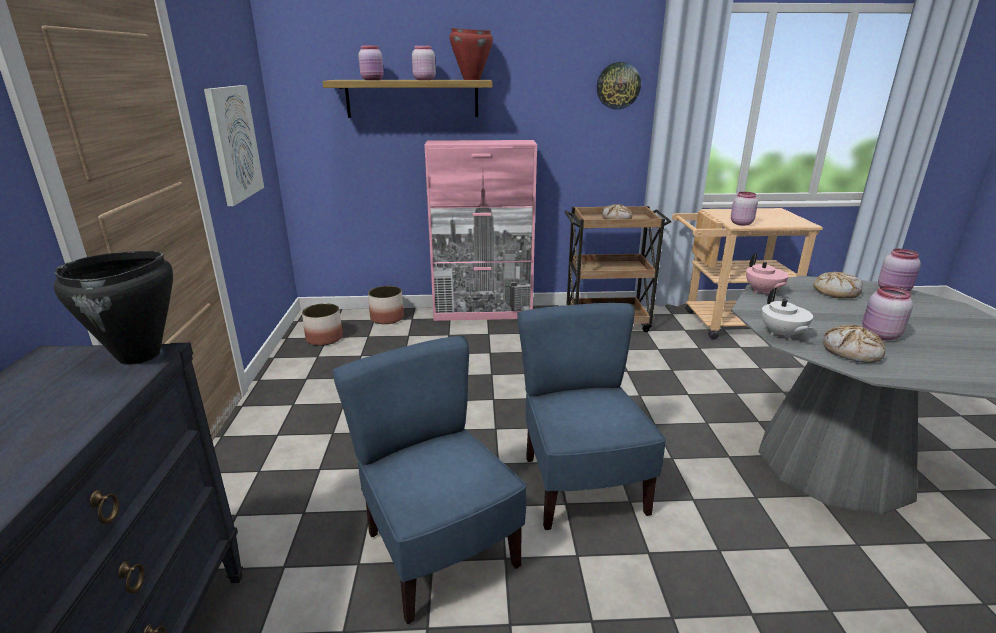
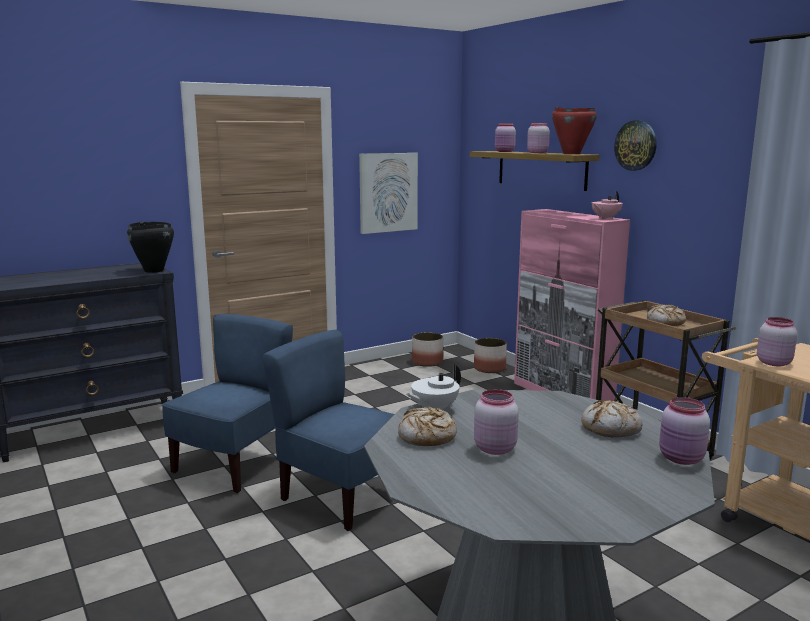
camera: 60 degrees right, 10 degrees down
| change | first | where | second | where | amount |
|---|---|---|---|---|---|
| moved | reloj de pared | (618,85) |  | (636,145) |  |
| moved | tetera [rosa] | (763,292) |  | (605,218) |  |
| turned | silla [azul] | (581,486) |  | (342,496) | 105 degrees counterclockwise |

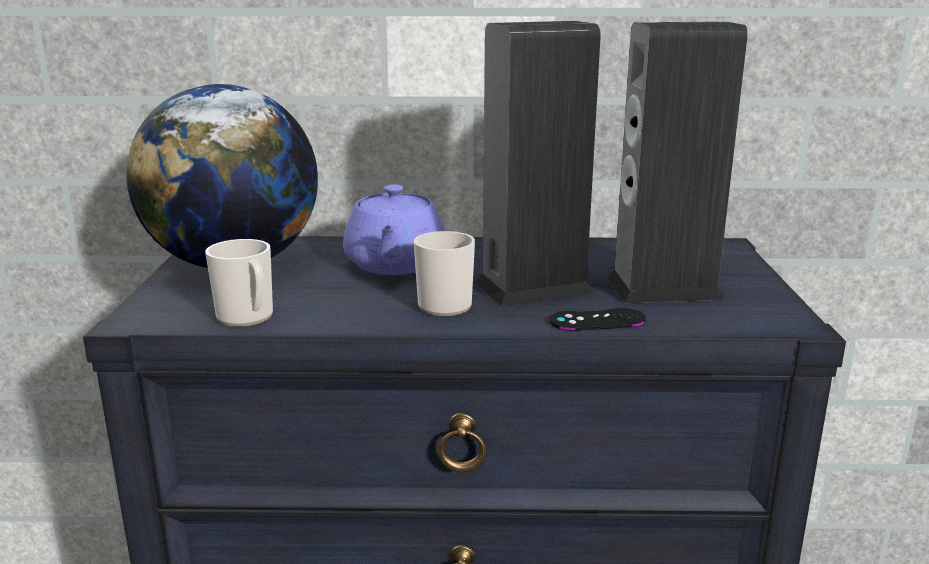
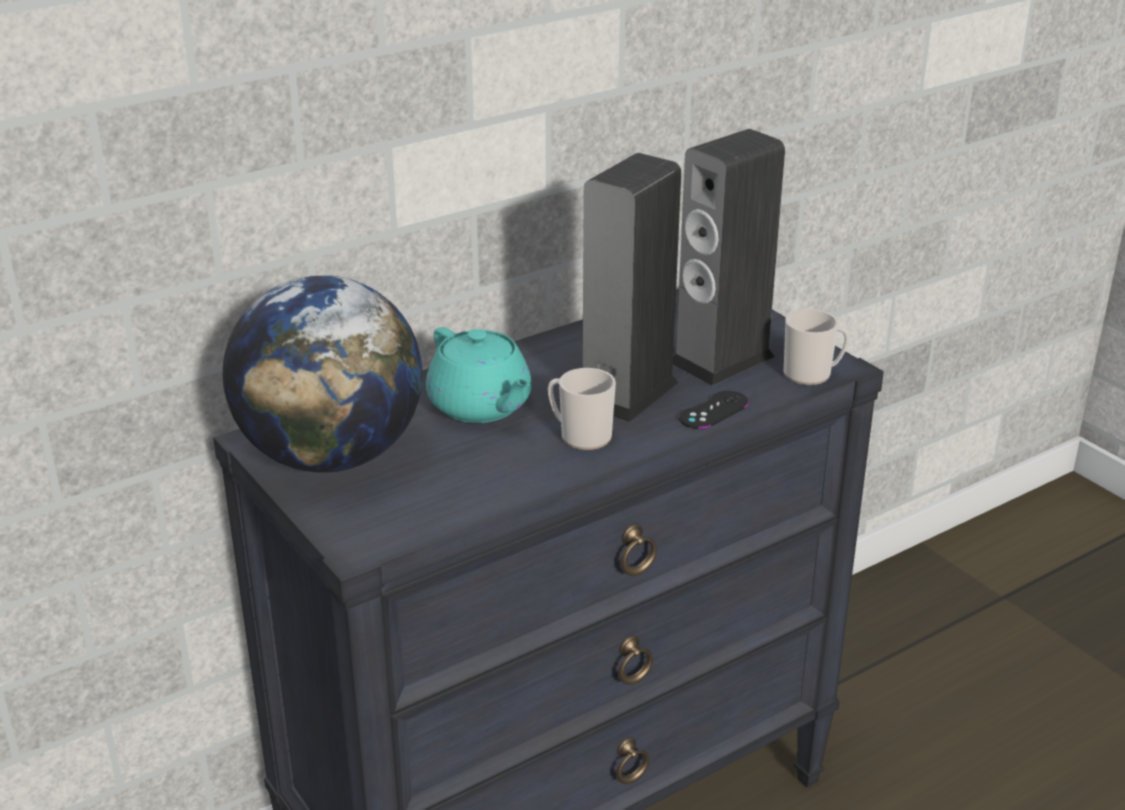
camera: 35 degrees left, 10 degrees up
| change | first | where | second | where | amount |
|---|---|---|---|---|---|
| moved | taza grande | (248,318) |  | (812,374) |  |
| recoloured | tetera [morado] | (395,265) | tetera [turquesa] | (481,406) |  |

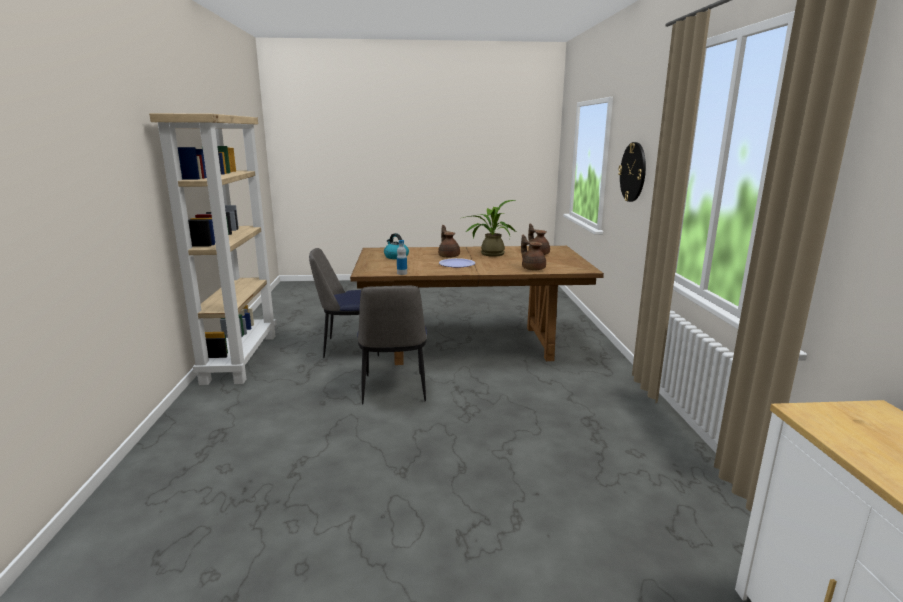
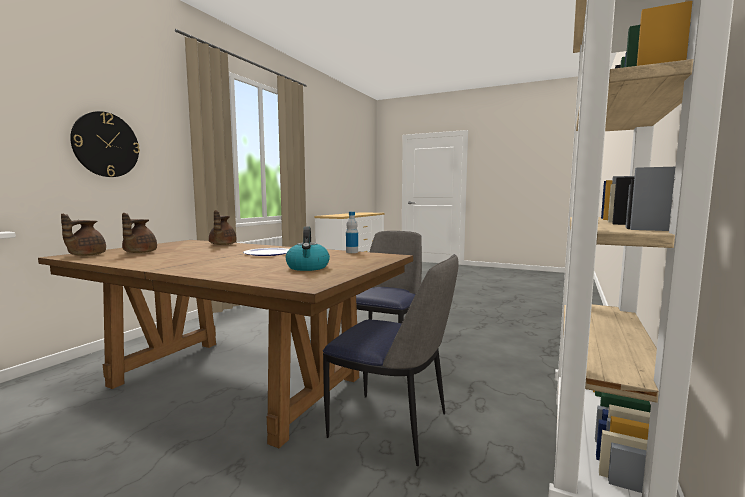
camera: 150 degrees left, 10 degrees down
| change | first | where | second | where | amount |
|---|---|---|---|---|---|
| removed | planta en maceta | (489,254) |  |  |  |
| moved | tetera [marrón] | (448,256) |  | (85,255) |  |

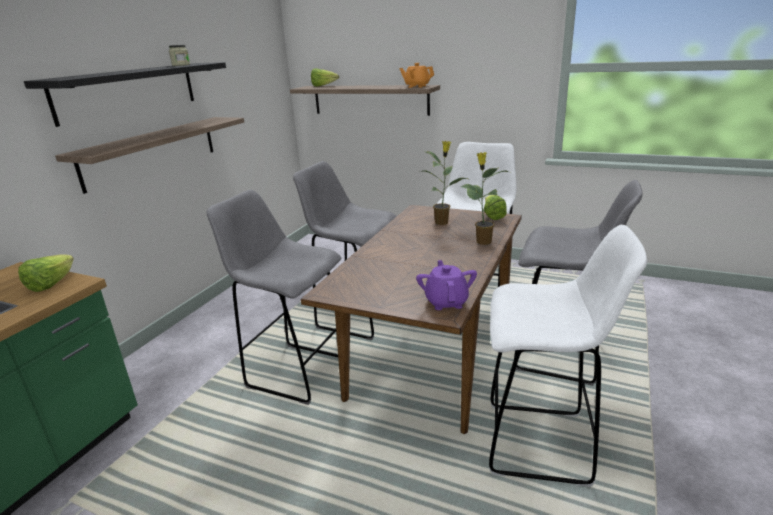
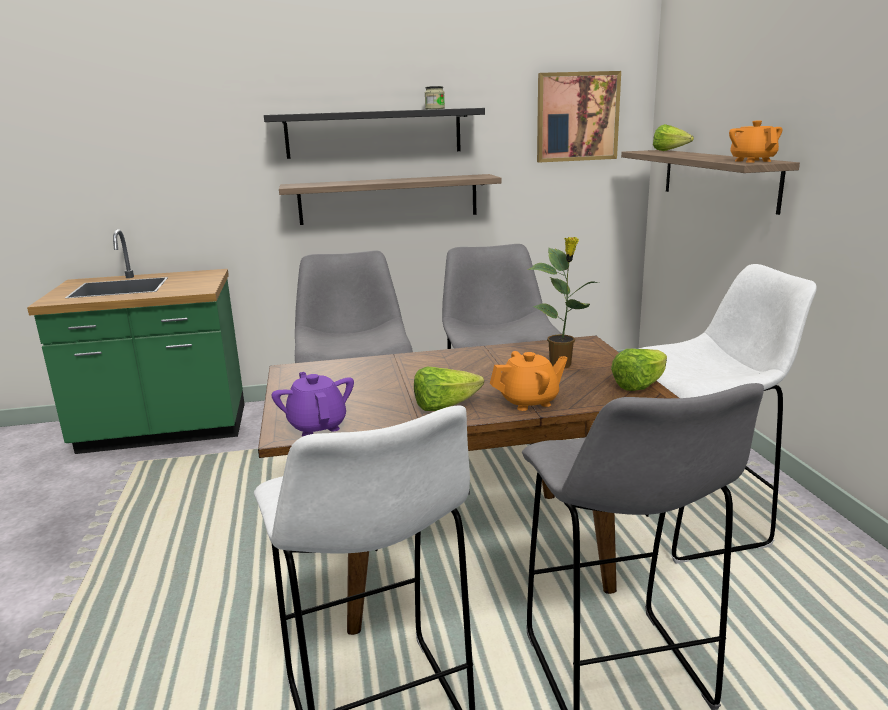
camera: 55 degrees right, 5 degrees down
| change | first | where | second | where | amount |
|---|---|---|---|---|---|
| added |  |  | cuadro | (577,117) |  |
| moved | lechuga | (51,284) |  | (444,406) |  |
| replaced | planta en maceta | (482,241) | tetera [naranja] | (529,401) |  |
| turned | tetera [morado] | (446,302) |  | (317,426) | 75 degrees counterclockwise |

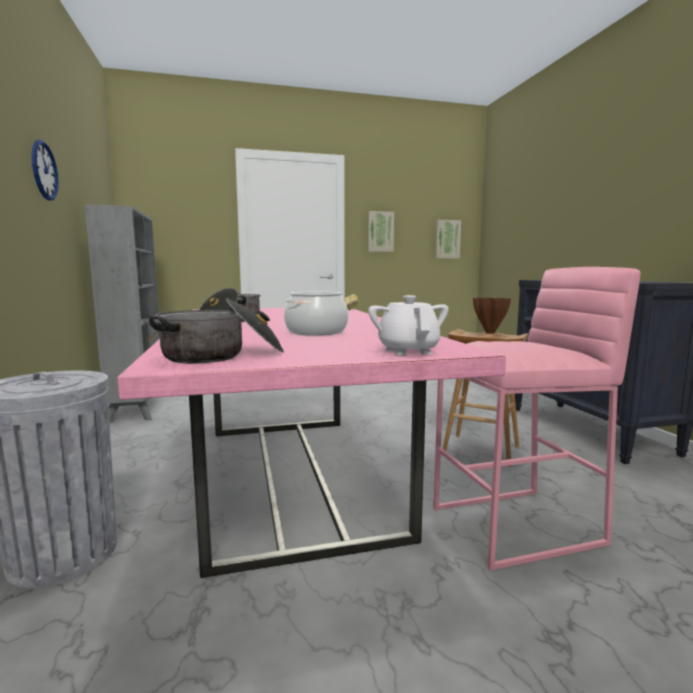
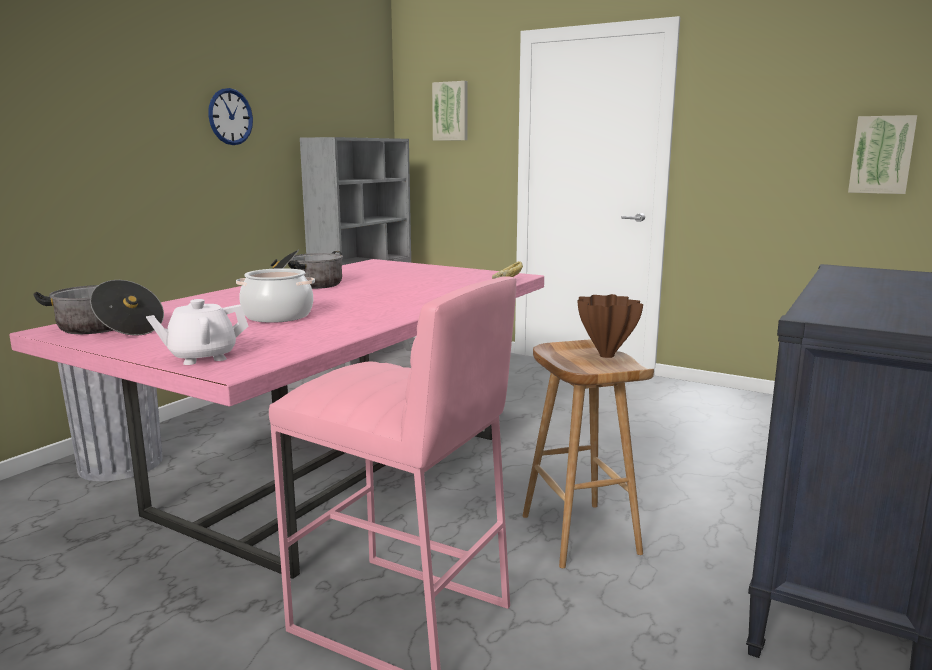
camera: 45 degrees right, 5 degrees up
| change | first | where | second | where | amount |
|---|---|---|---|---|---|
| moved | cuadro | (380,231) |  | (451,111) |  |
| turned | tetera [blanco] | (408,351) |  | (202,357) | 150 degrees counterclockwise |

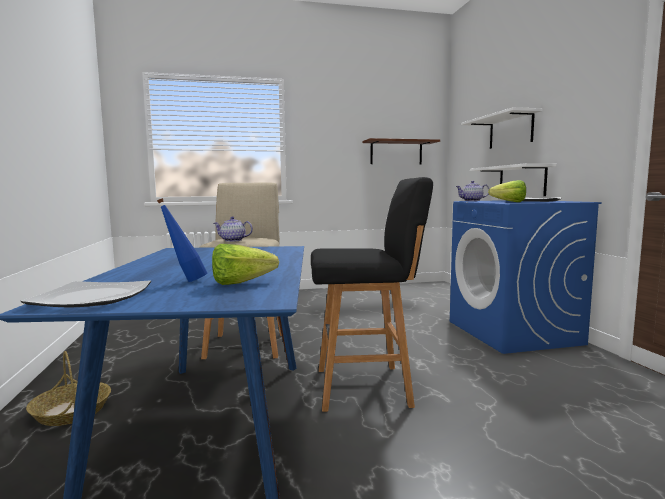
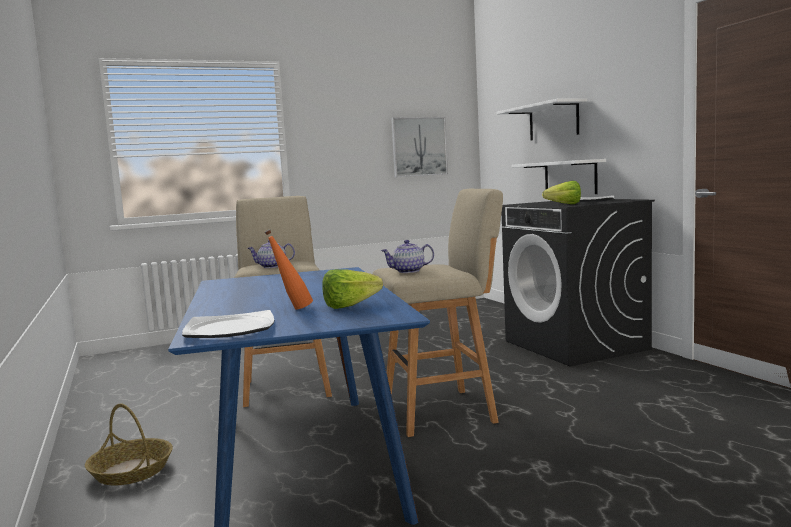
camera: 10 degrees left, 0 degrees up
| change | first | where | second | where | amount |
|---|---|---|---|---|---|
| moved | tetera | (472,201) |  | (408,271) |  |
| replaced | estante [marrón] | (396,153) | cuadro | (419,146) |  |
| recoloured | botella [azul] | (185,281) | botella [naranja] | (292,309) |  |
| recoloured | taburete [negro] | (366,387) | taburete [beis] | (442,411) |  |
| recoloured | lavadora [azul] | (514,332) | lavadora [negro] | (576,345) |  |

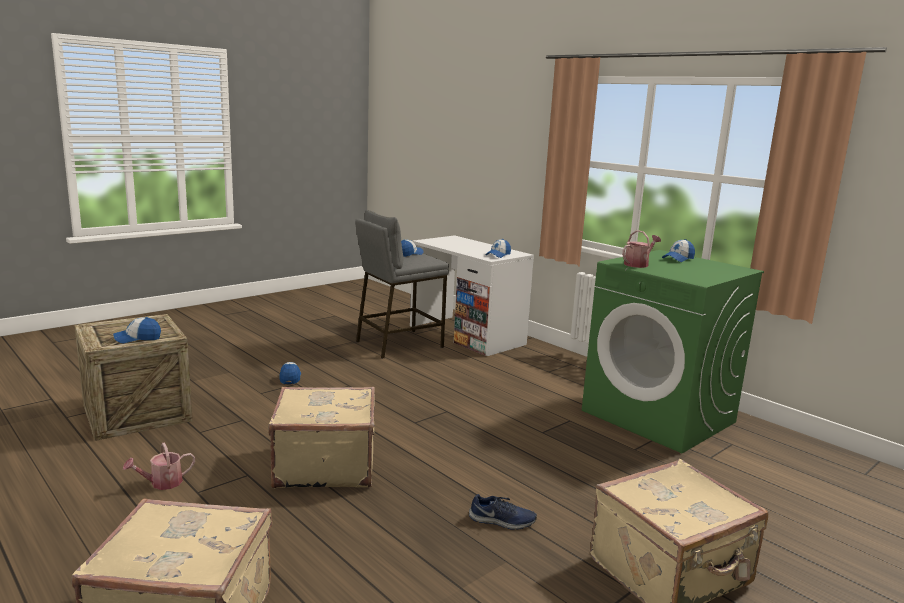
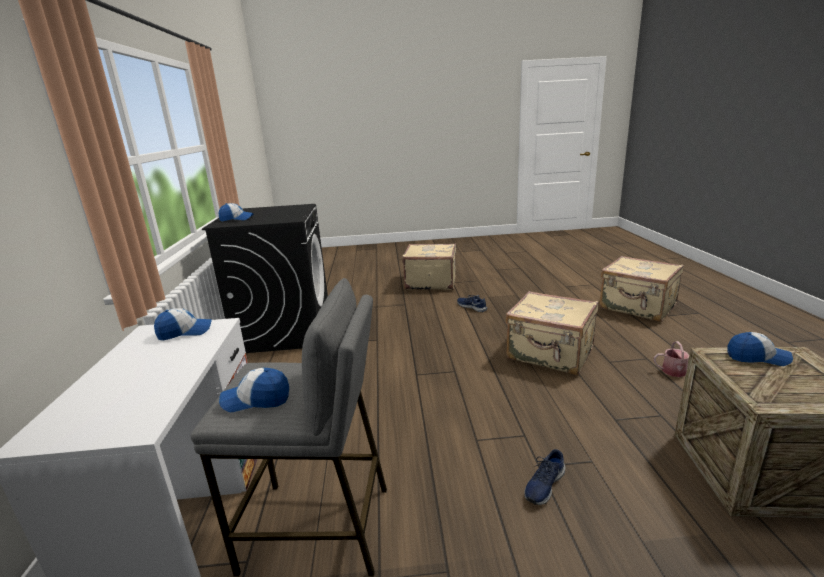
camera: 140 degrees left, 5 degrees up
| change | first | where | second | where | amount |
|---|---|---|---|---|---|
| removed | regadera | (638,264) |  |  |  |
| replaced | gorra | (290,377) | zapato [azul] | (544,485) |  |
| recoloured | lavadora [verde] | (659,416) | lavadora [negro] | (285,330) |  |

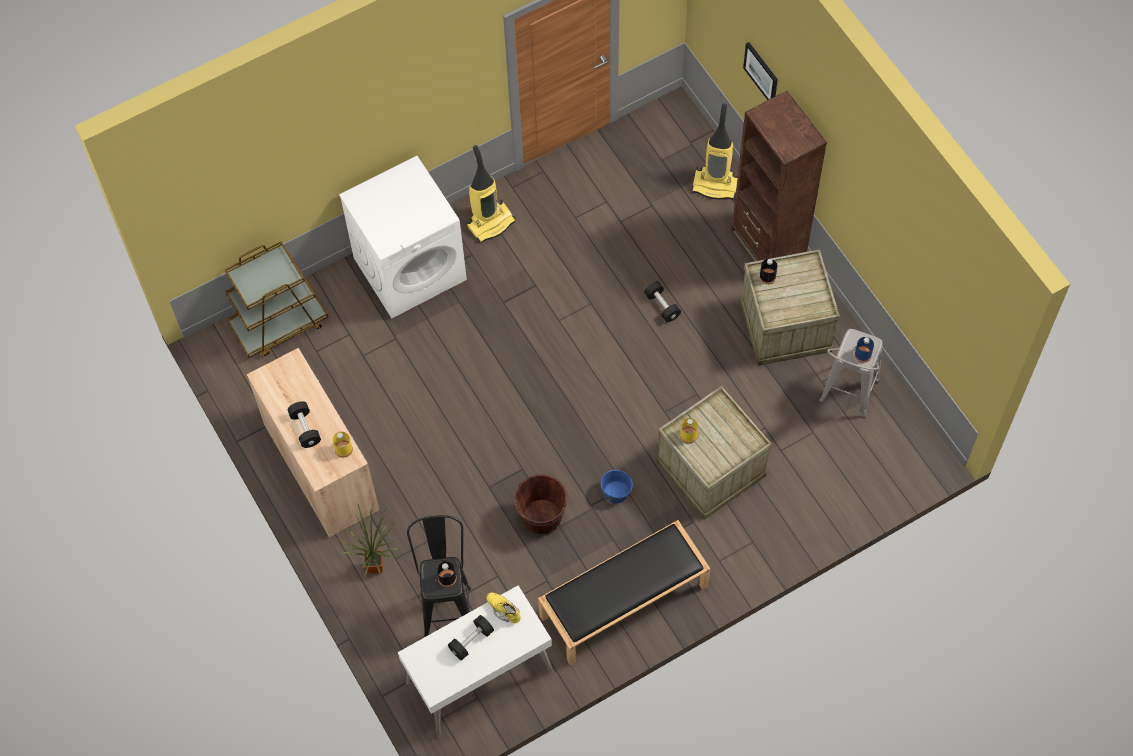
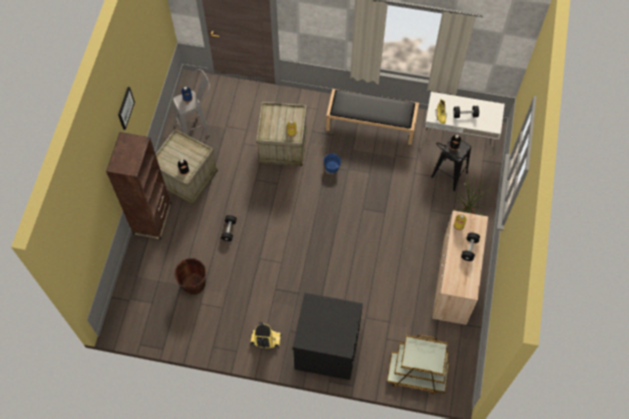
camera: 140 degrees left, 0 degrees up
| change | first | where | second | where | amount |
|---|---|---|---|---|---|
| removed | aspiradora | (715,184) |  |  |  |
| moved | cubo [marrón] | (542,518) |  | (194,284) |  |
| moved | cuadro | (761,72) |  | (125,108) |  |
| recoloured | lavadora [blanco] | (410,268) | lavadora [negro] | (326,349) |  |

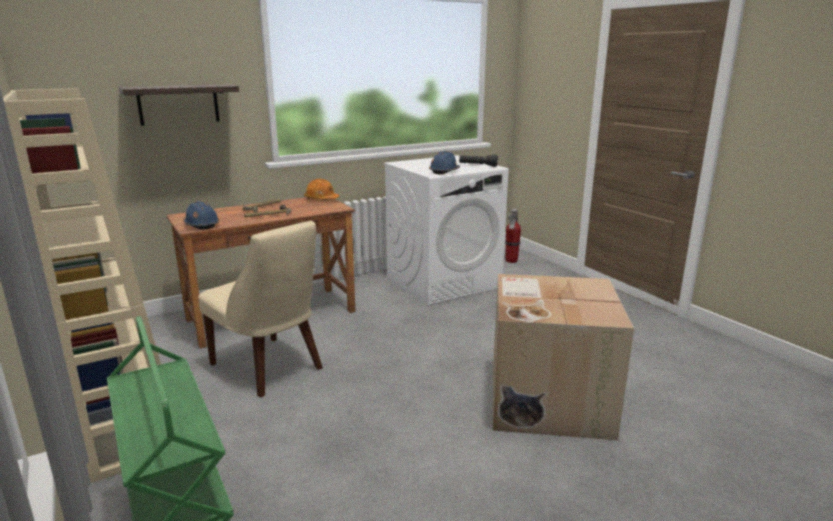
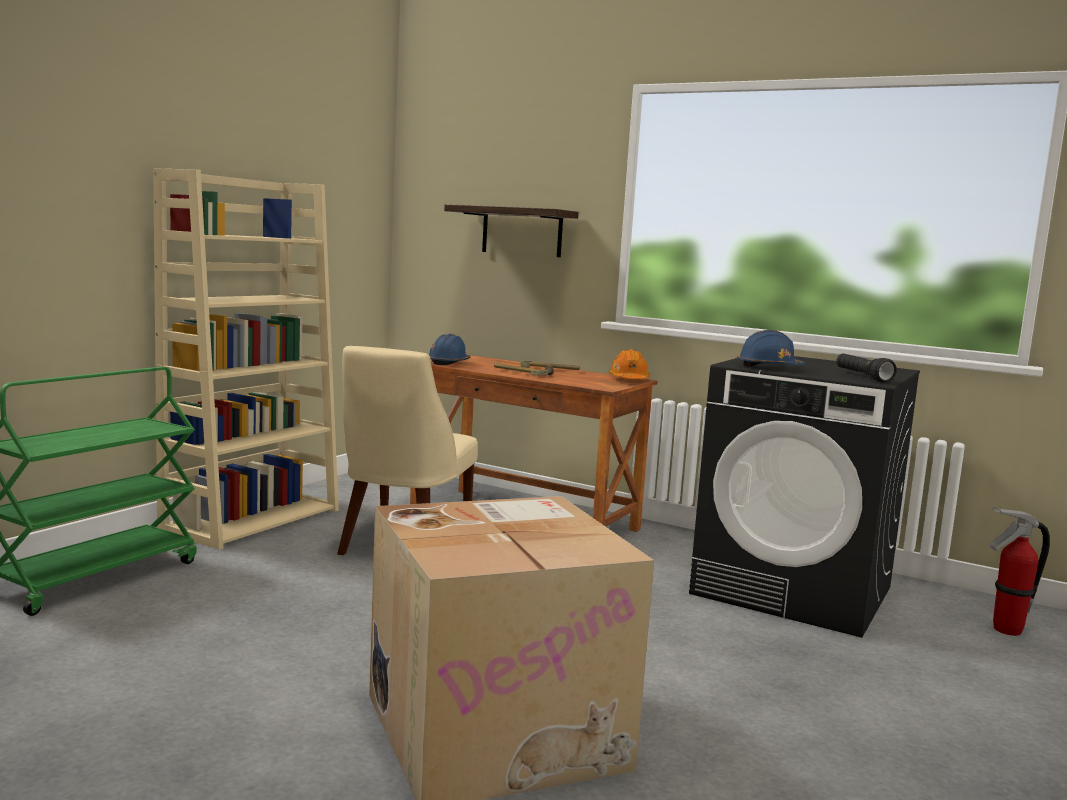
camera: 60 degrees right, 10 degrees down
| change | first | where | second | where | amount |
|---|---|---|---|---|---|
| recoloured | lavadora [blanco] | (443,282) | lavadora [negro] | (794,591) |  |

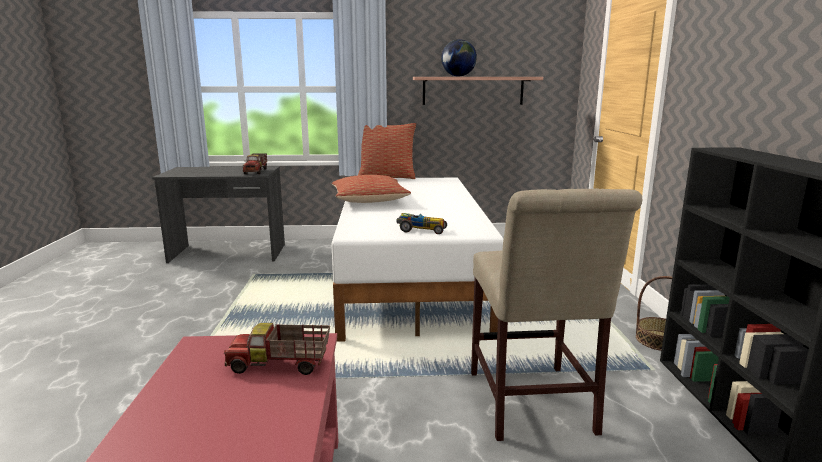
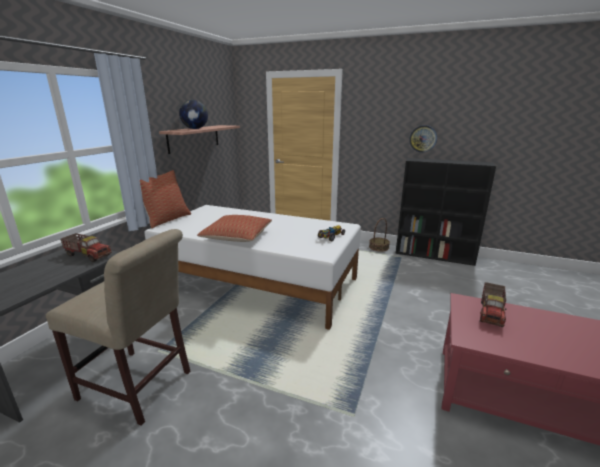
camera: 65 degrees left, 5 degrees up
| change | first | where | second | where | amount |
|---|---|---|---|---|---|
| added |  |  | reloj de pared | (423,138) |  |
| moved | silla [beis] | (532,406) |  | (140,387) |  |

